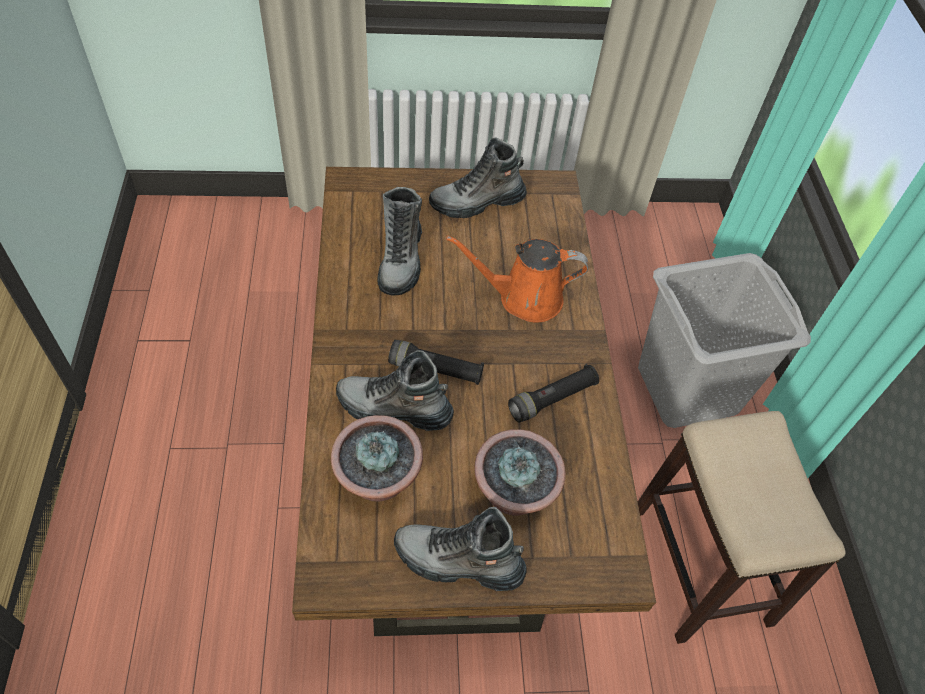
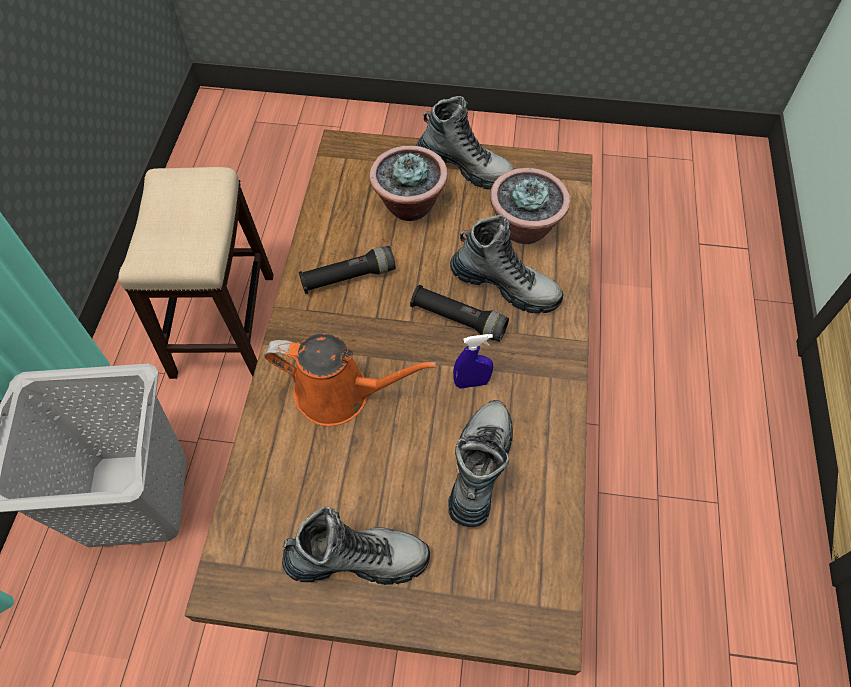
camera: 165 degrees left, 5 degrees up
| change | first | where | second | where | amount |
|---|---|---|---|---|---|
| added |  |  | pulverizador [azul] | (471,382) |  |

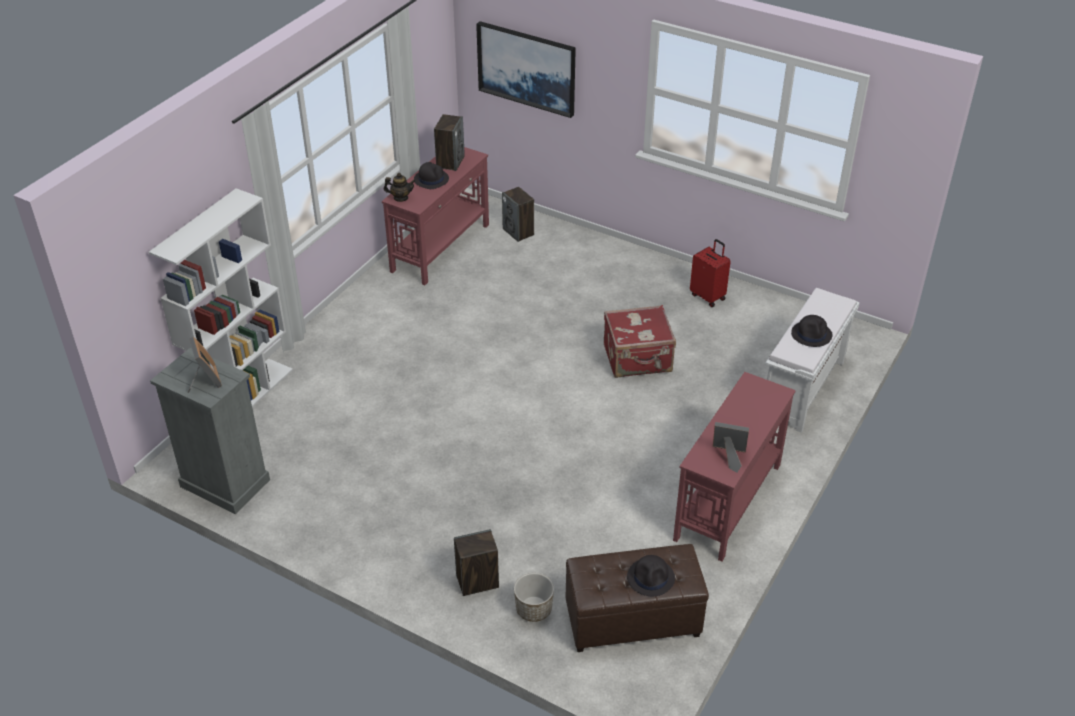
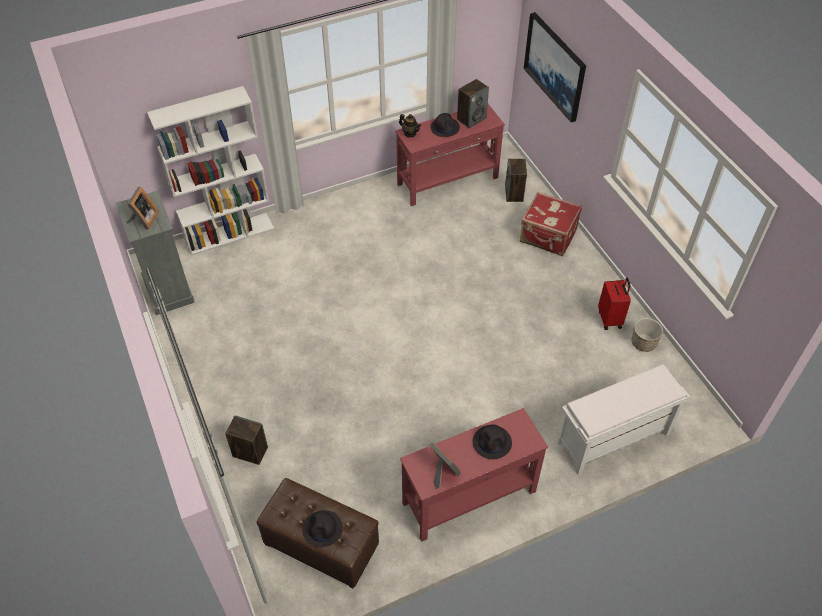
camera: 35 degrees right, 10 degrees up
| change | first | where | second | where | amount |
|---|---|---|---|---|---|
| moved | maceta | (534,609) |  | (643,343) |  |
| moved | maleta [rojo] | (638,359) |  | (548,237) |  |
| moved | sombrero [negro] | (812,334) |  | (492,442) |  |

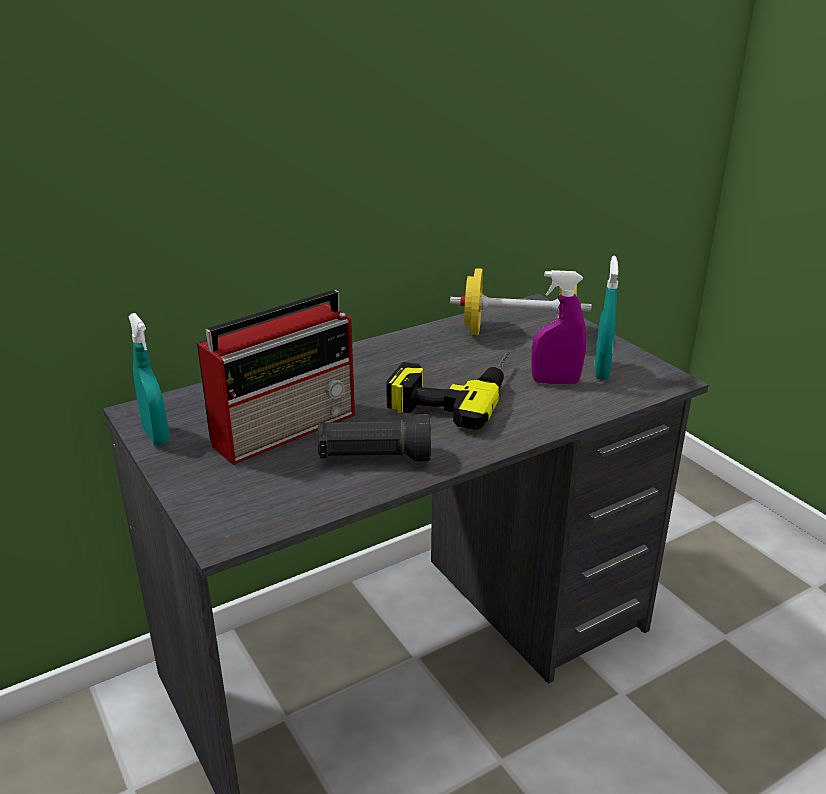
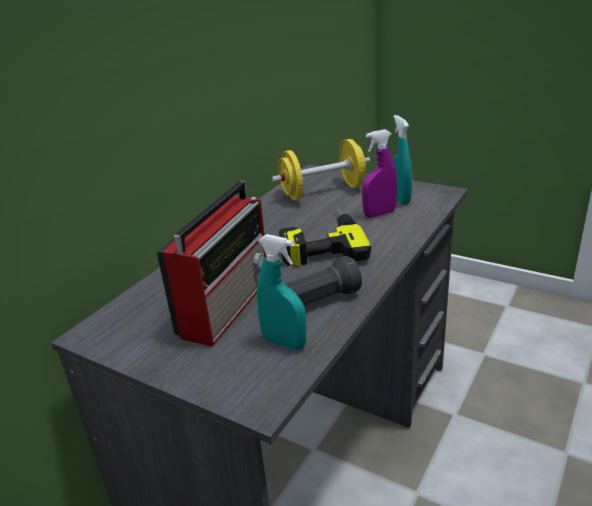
camera: 25 degrees left, 0 degrees up
| change | first | where | second | where | amount |
|---|---|---|---|---|---|
| moved | pulverizador [turquesa] | (156,436) |  | (284,342) |  |

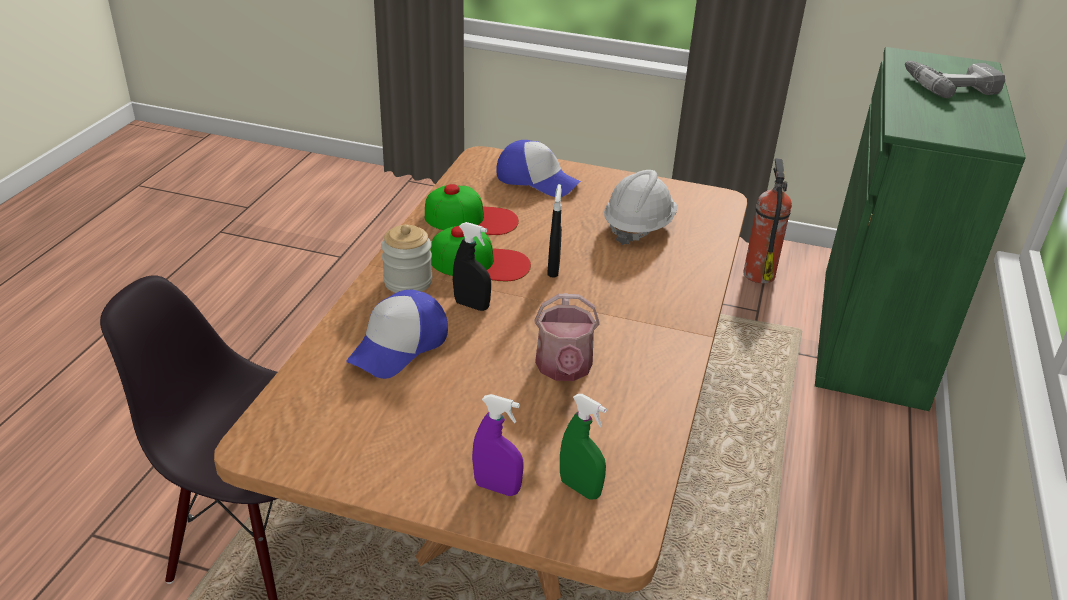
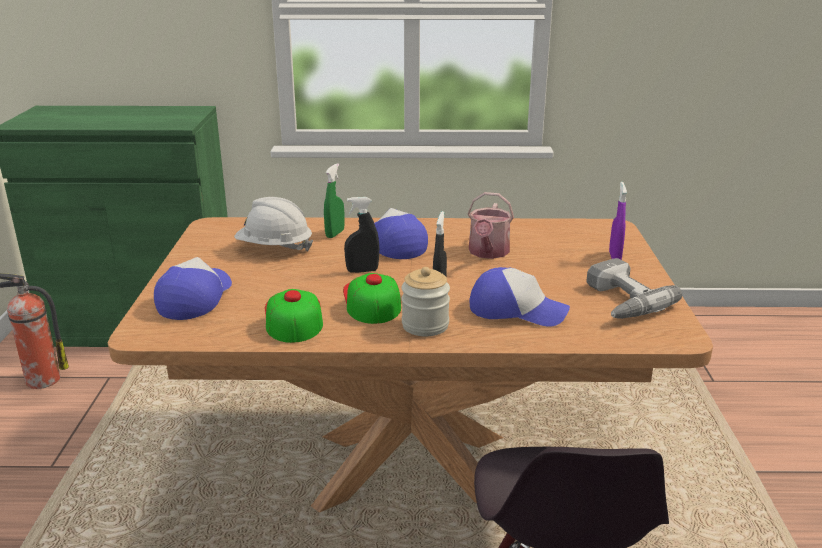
camera: 105 degrees left, 10 degrees down
| change | first | where | second | where | amount |
|---|---|---|---|---|---|
| added |  |  | gorra | (395,244) |  |
| moved | pulverizador [verde] | (580,488) |  | (335,234) |  |
| moved | taladro | (949,85) |  | (619,301) |  |
| turned | regadera | (564,369) |  | (488,253) | 120 degrees clockwise |

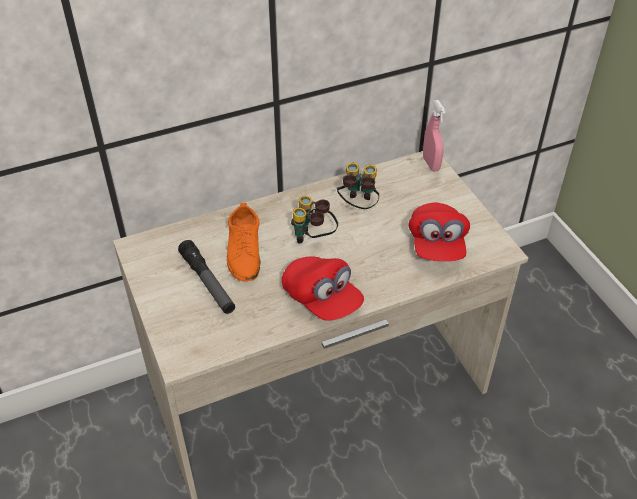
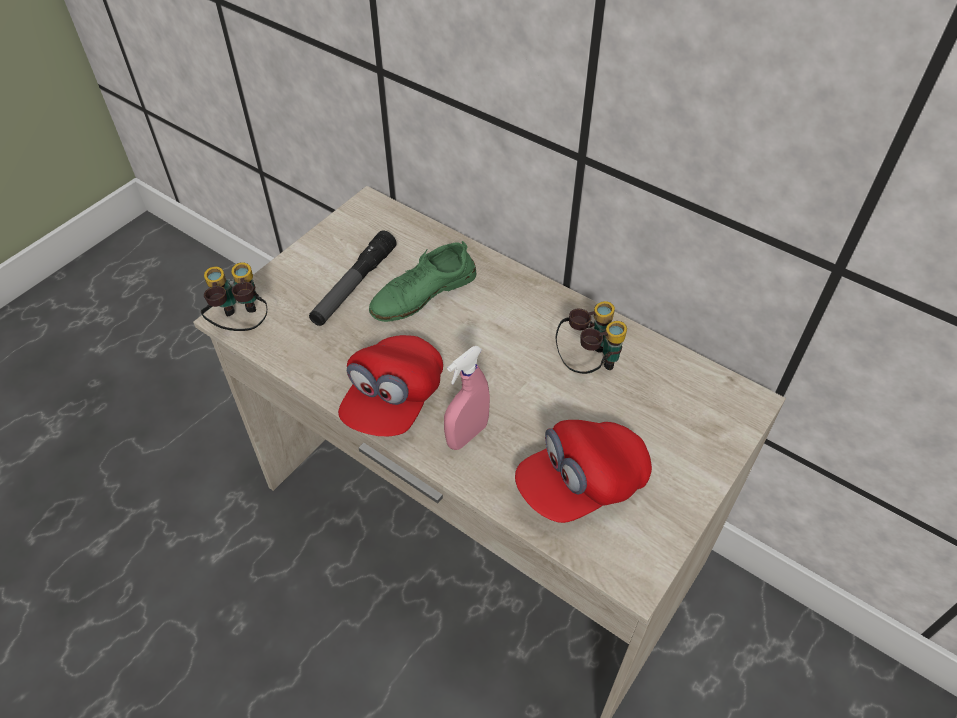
camera: 60 degrees right, 5 degrees up
| change | first | where | second | where | amount |
|---|---|---|---|---|---|
| moved | prismáticos | (314,238) |  | (241,324) |  |
| moved | pulverizador [rosa] | (431,164) |  | (467,435) |  |
| recoloured | zapato [naranja] | (244,251) | zapato [verde] | (423,293) |  |

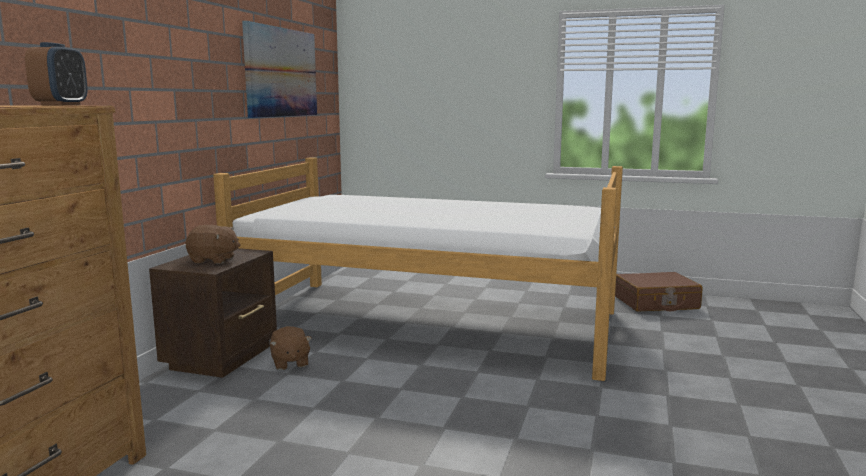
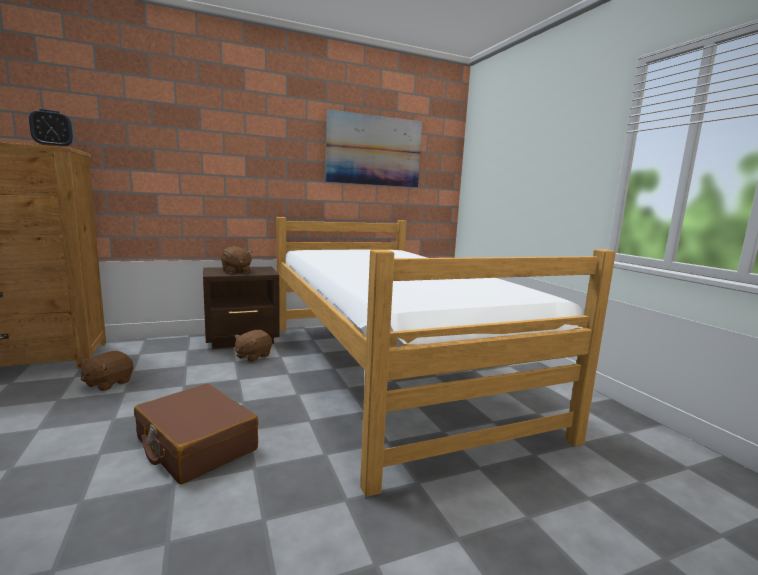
camera: 50 degrees right, 0 degrees up
| change | first | where | second | where | amount |
|---|---|---|---|---|---|
| added |  |  | peluche [marrón] | (108,383) |  |
| moved | maleta [marrón] | (656,303) |  | (196,444) |  |

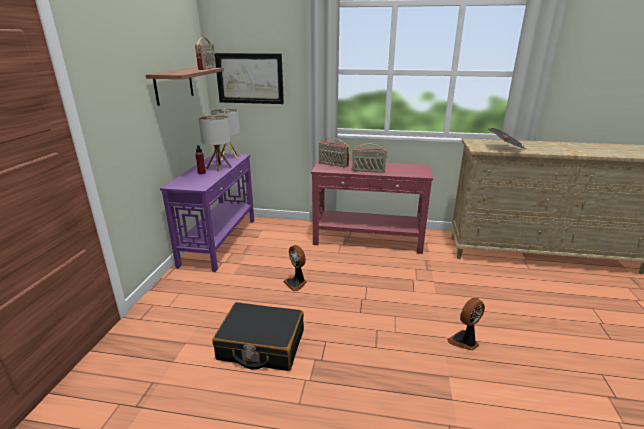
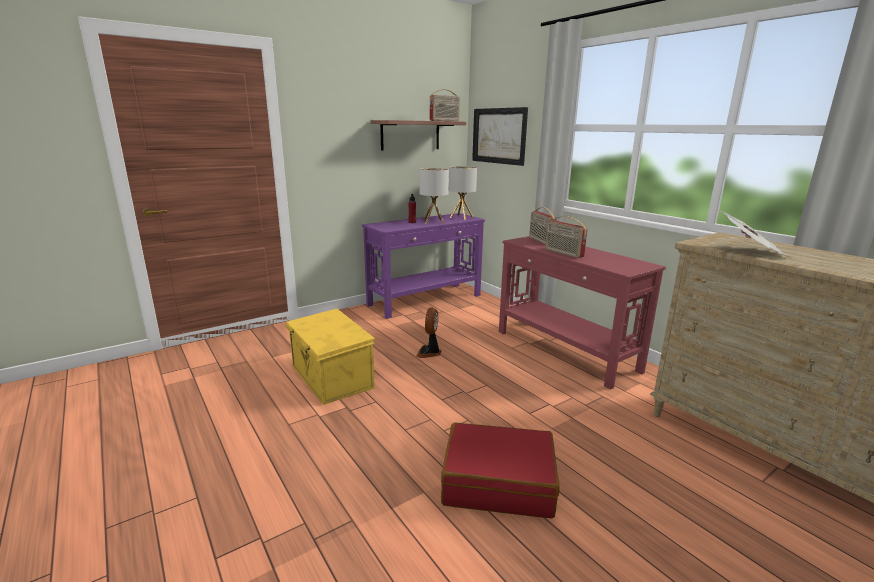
camera: 45 degrees right, 5 degrees down
| change | first | where | second | where | amount |
|---|---|---|---|---|---|
| replaced | maleta [negro] | (261,345) | caja de almacenaje [amarillo] | (331,377) |  |
| replaced | ventilador | (464,341) | maleta [rojo] | (498,482) |  |

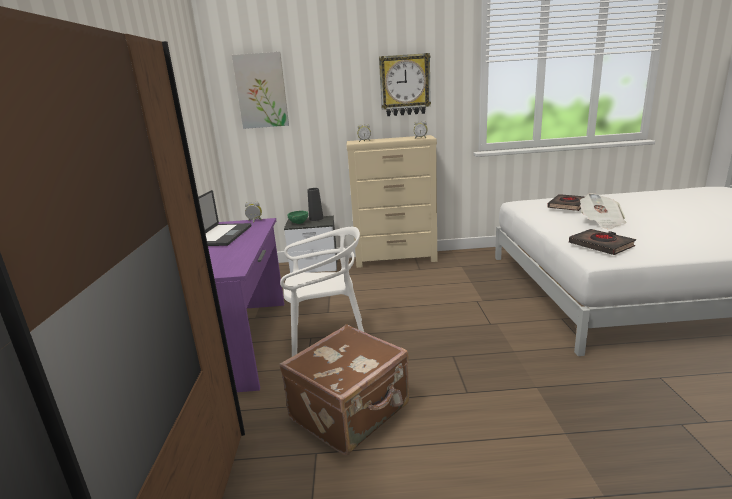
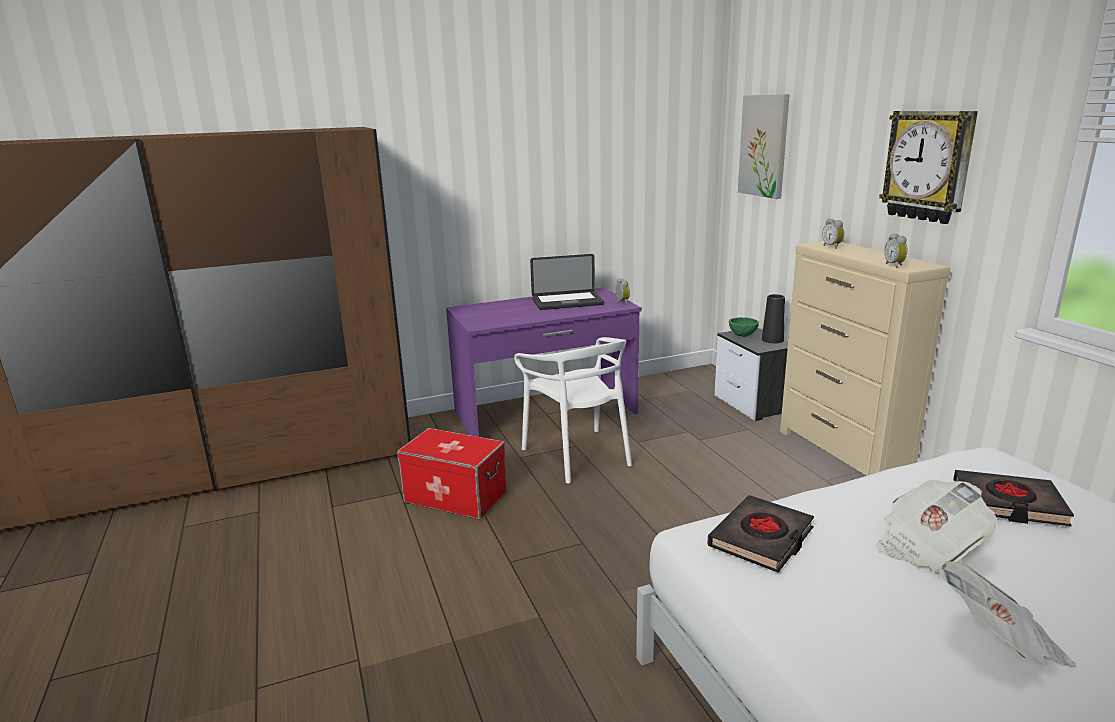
camera: 70 degrees right, 0 degrees up
| change | first | where | second | where | amount |
|---|---|---|---|---|---|
| added |  |  | periódico | (998,641) |  |
| replaced | maleta [marrón] | (351,412) | caja de almacenaje | (456,497) |  |

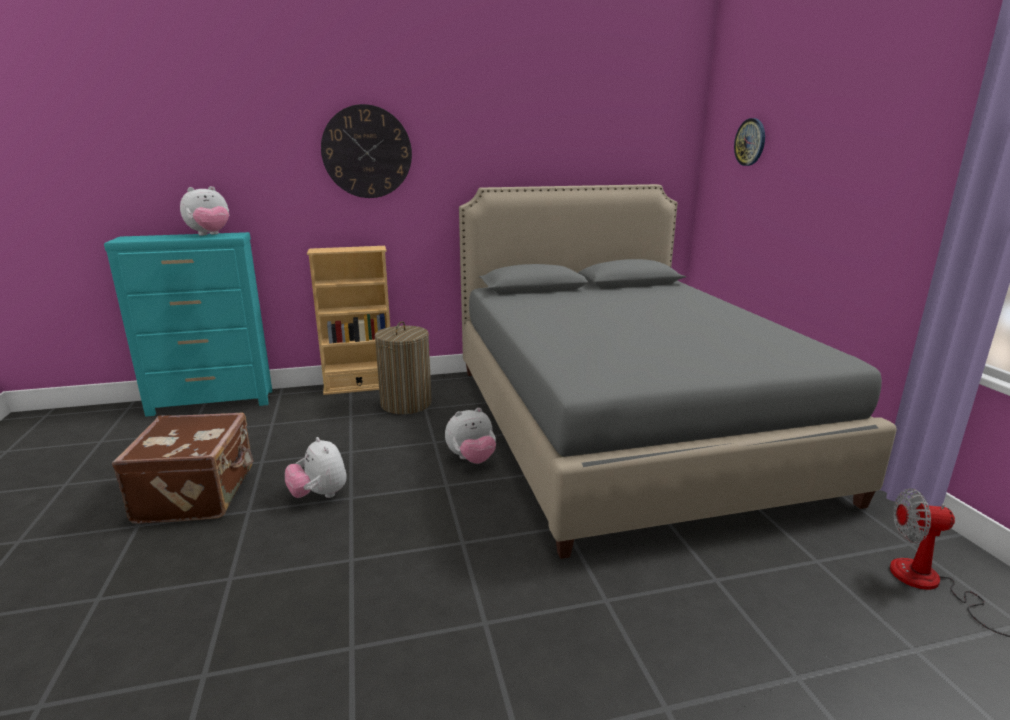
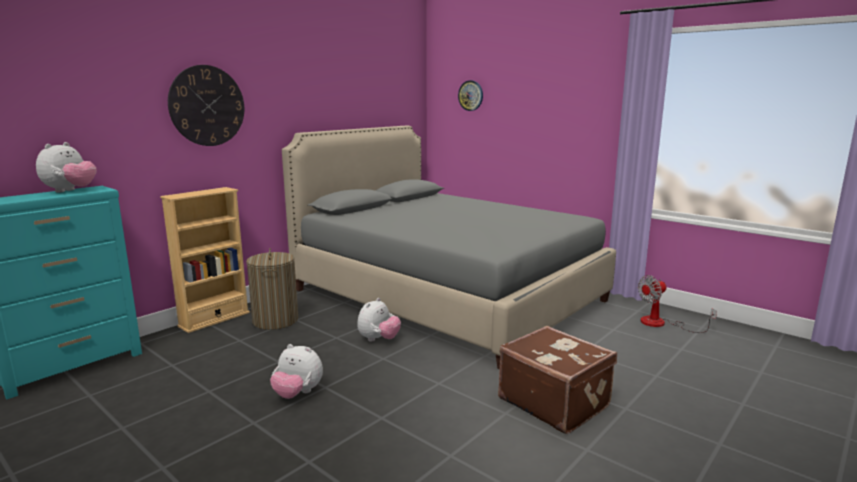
camera: 35 degrees left, 5 degrees down
| change | first | where | second | where | amount |
|---|---|---|---|---|---|
| moved | maleta [marrón] | (198,494) |  | (554,402) |  |

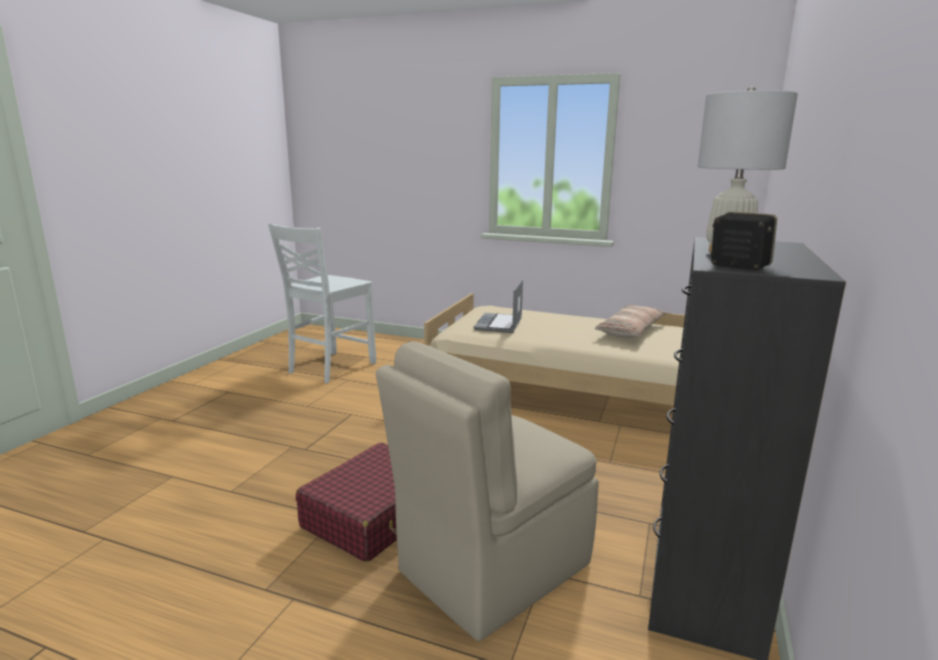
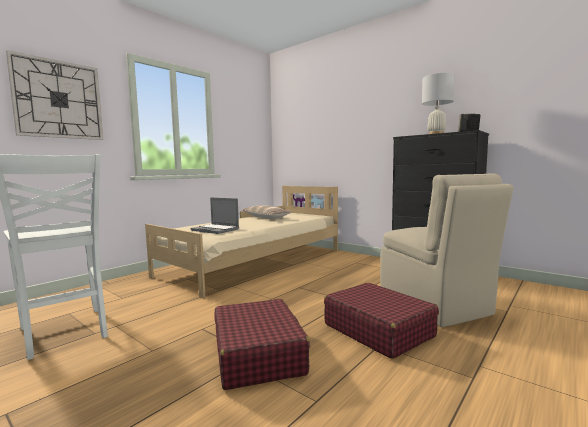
camera: 70 degrees left, 10 degrees down
| change | first | where | second | where | amount |
|---|---|---|---|---|---|
| added |  |  | reloj de pared | (58,99) |  |
| added |  |  | maleta [rojo] | (258,354) |  |

